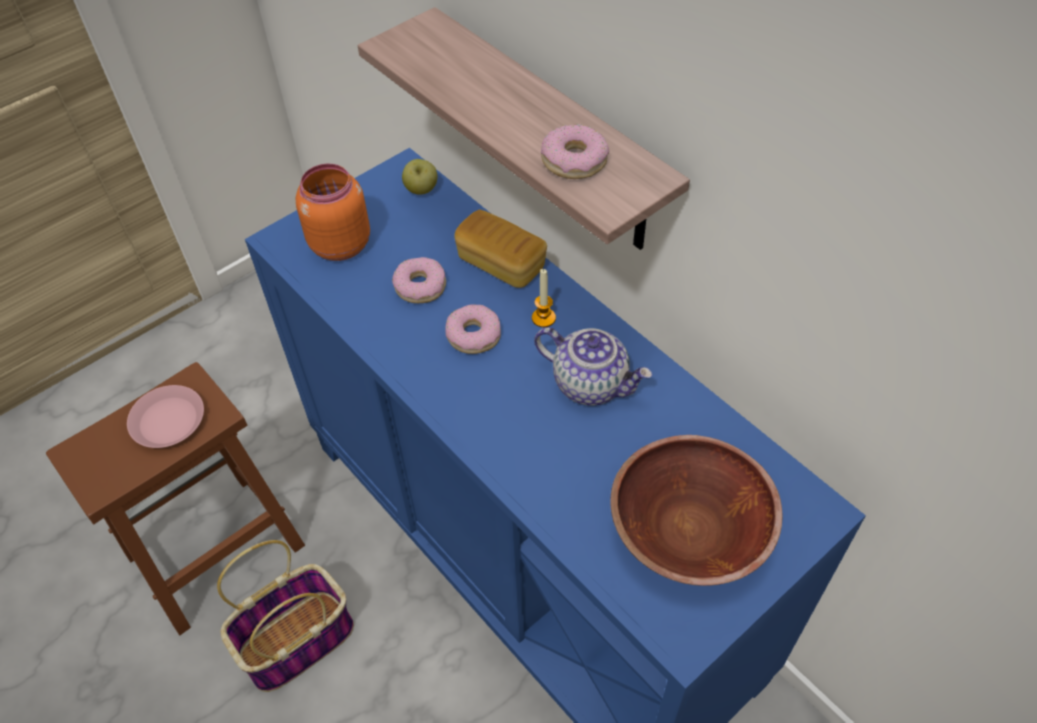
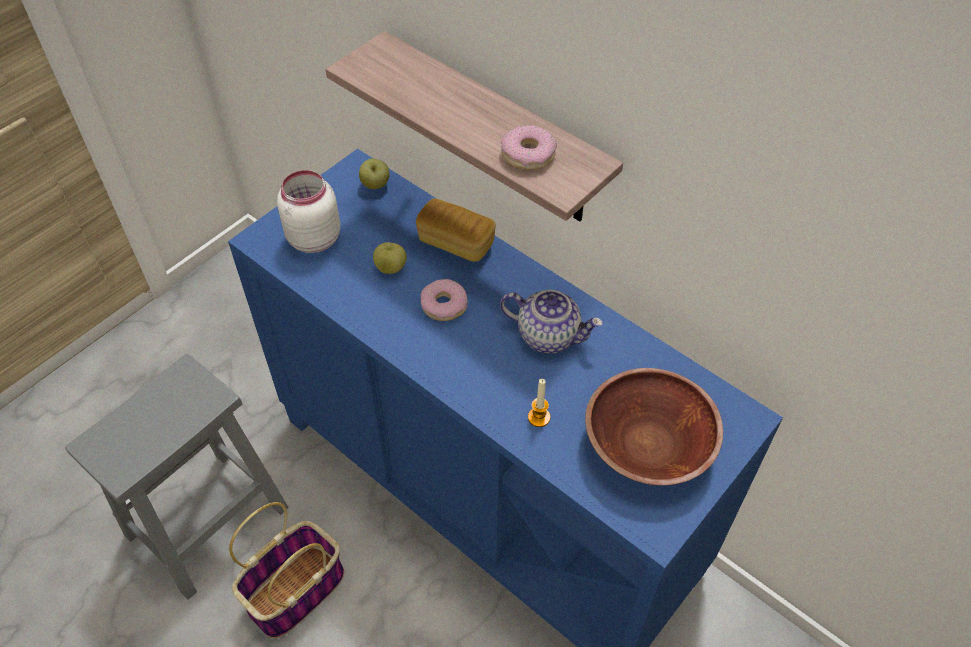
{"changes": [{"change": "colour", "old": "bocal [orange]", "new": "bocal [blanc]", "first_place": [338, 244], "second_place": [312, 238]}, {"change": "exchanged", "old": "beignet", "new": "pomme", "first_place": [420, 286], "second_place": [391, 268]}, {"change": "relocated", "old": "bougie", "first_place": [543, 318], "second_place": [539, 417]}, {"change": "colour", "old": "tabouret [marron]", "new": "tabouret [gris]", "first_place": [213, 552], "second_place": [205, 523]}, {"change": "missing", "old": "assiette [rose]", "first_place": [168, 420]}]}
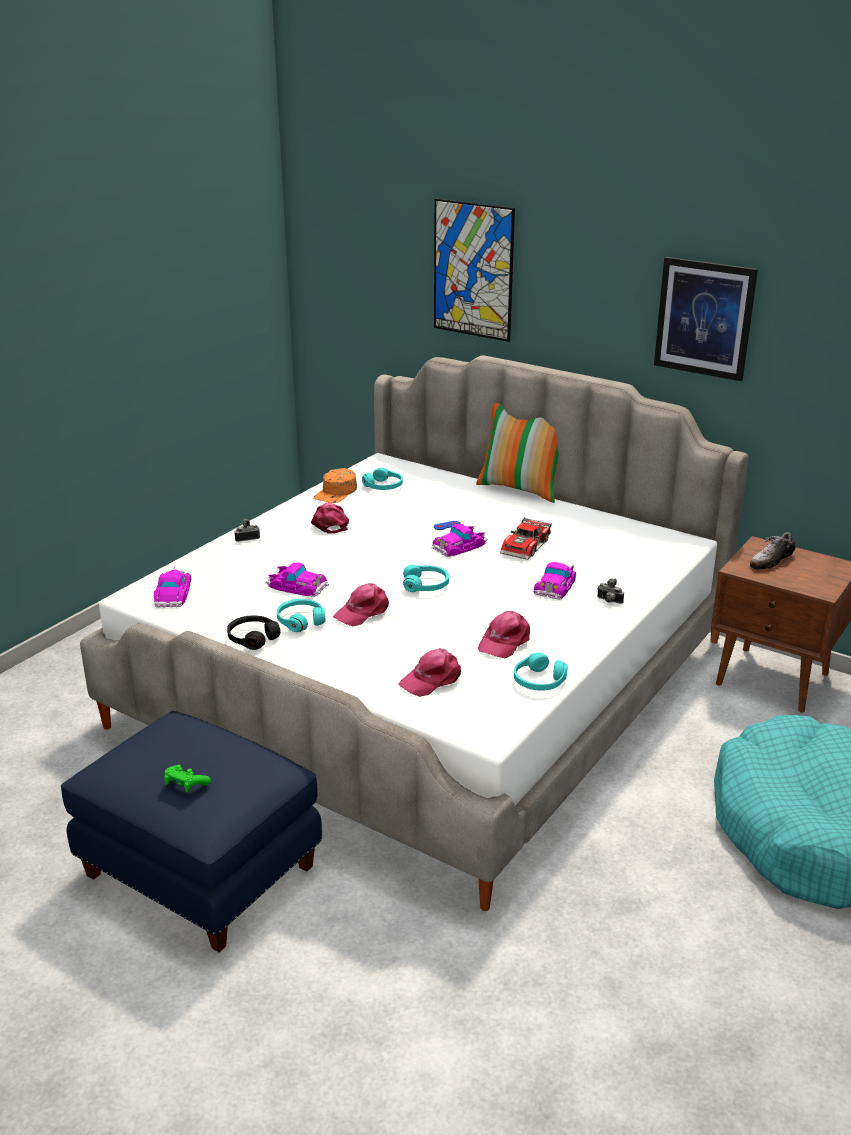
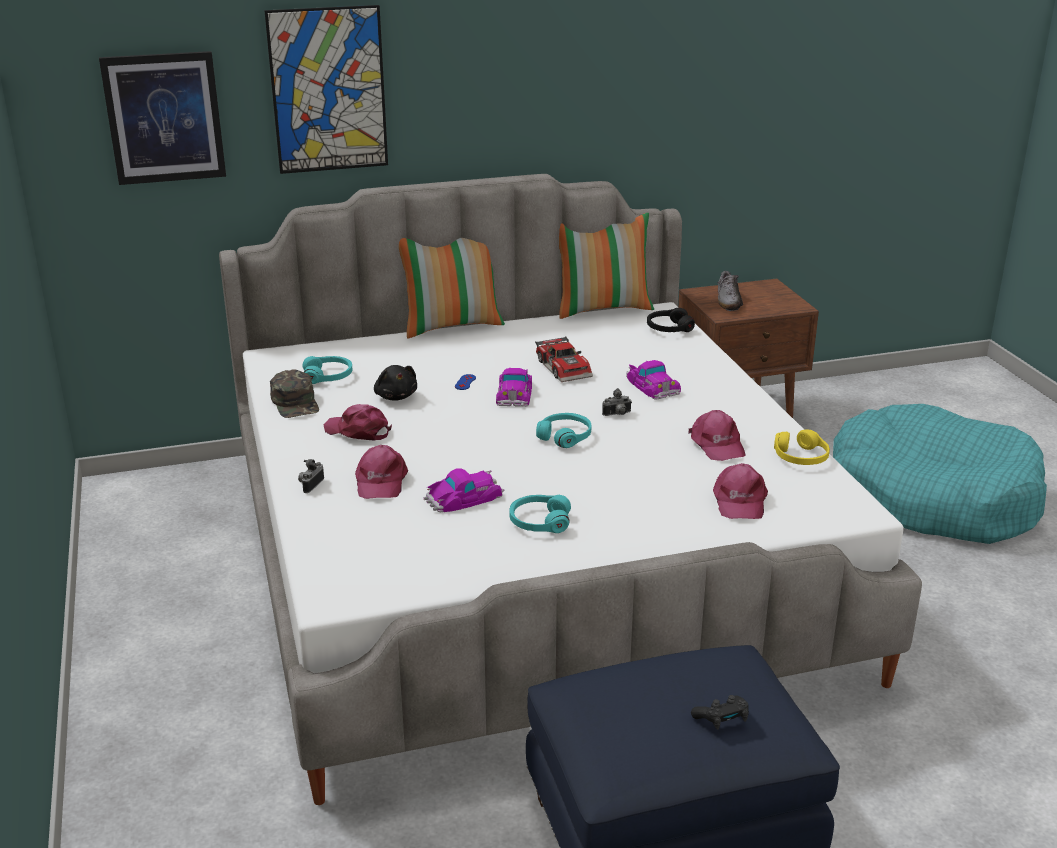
{"changes": [{"change": "relocated", "old": "tableau", "first_place": [704, 318], "second_place": [164, 118]}, {"change": "colour", "old": "casquette [orange]", "new": "casquette [vert]", "first_place": [336, 493], "second_place": [296, 403]}, {"change": "missing", "old": "petite voiture", "first_place": [172, 593]}, {"change": "relocated", "old": "appareil photo", "first_place": [609, 601], "second_place": [617, 414]}, {"change": "relocated", "old": "casquette [rose]", "first_place": [363, 611], "second_place": [380, 481]}, {"change": "relocated", "old": "casque audio [noir]", "first_place": [252, 638], "second_place": [669, 328]}, {"change": "colour", "old": "casque audio [turquoise]", "new": "casque audio [jaune]", "first_place": [539, 681], "second_place": [801, 457]}, {"change": "colour", "old": "manette [vert]", "new": "manette [noir]", "first_place": [185, 784], "second_place": [722, 719]}, {"change": "appeared", "new": "coussin", "second_place": [603, 308]}, {"change": "appeared", "new": "peluche [noir]", "second_place": [396, 396]}]}
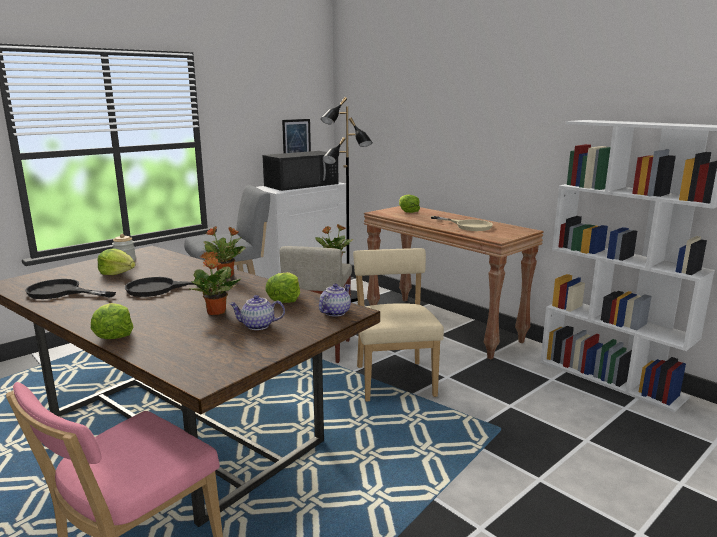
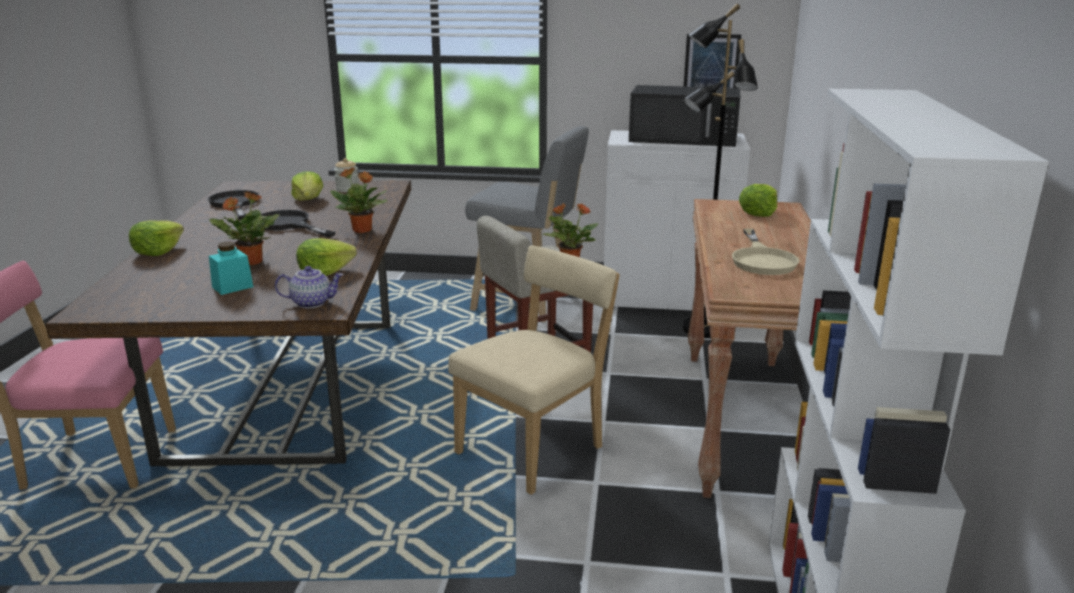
{"changes": [{"change": "exchanged", "old": "théière", "new": "bocal [turquoise]", "first_place": [257, 326], "second_place": [232, 287]}]}
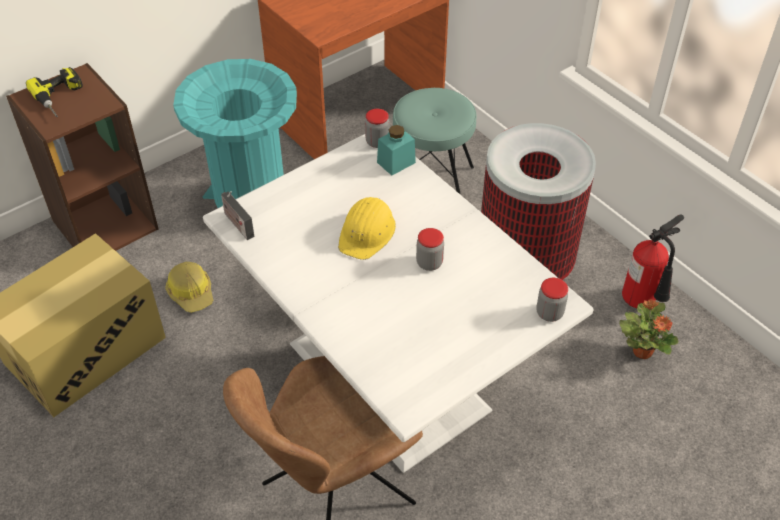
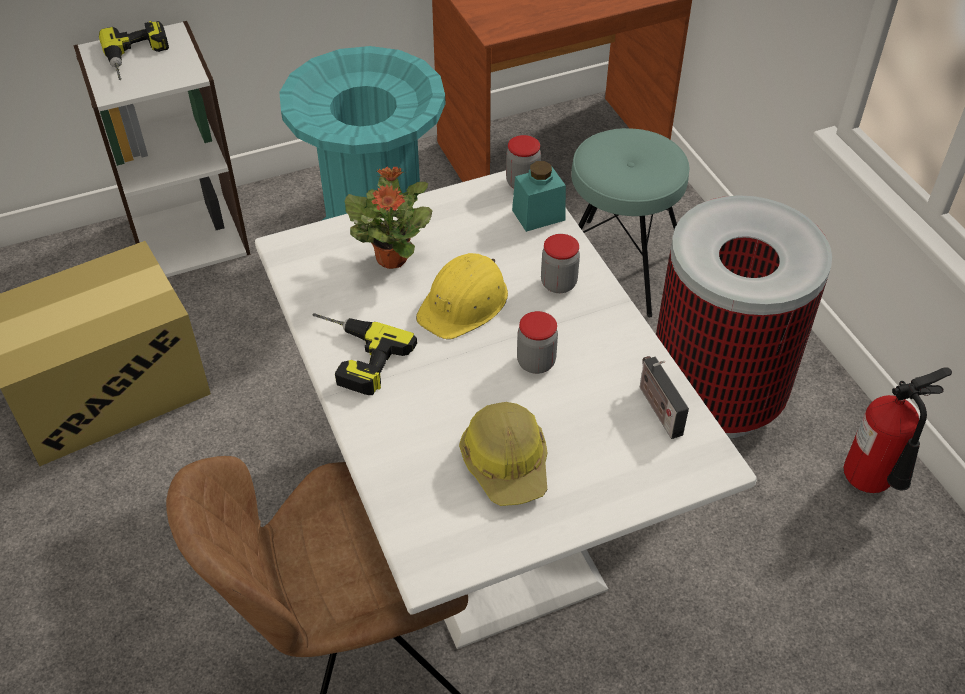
{"changes": [{"change": "colour", "old": "bibliothèque [marron]", "new": "bibliothèque [blanc]", "first_place": [104, 224], "second_place": [188, 235]}, {"change": "relocated", "old": "radio", "first_place": [237, 224], "second_place": [658, 408]}, {"change": "relocated", "old": "casque de chantier", "first_place": [191, 292], "second_place": [506, 462]}, {"change": "relocated", "old": "bocal", "first_place": [549, 313], "second_place": [558, 283]}, {"change": "relocated", "old": "plante en pot", "first_place": [642, 350], "second_place": [392, 257]}, {"change": "appeared", "new": "perceuse", "second_place": [351, 356]}]}
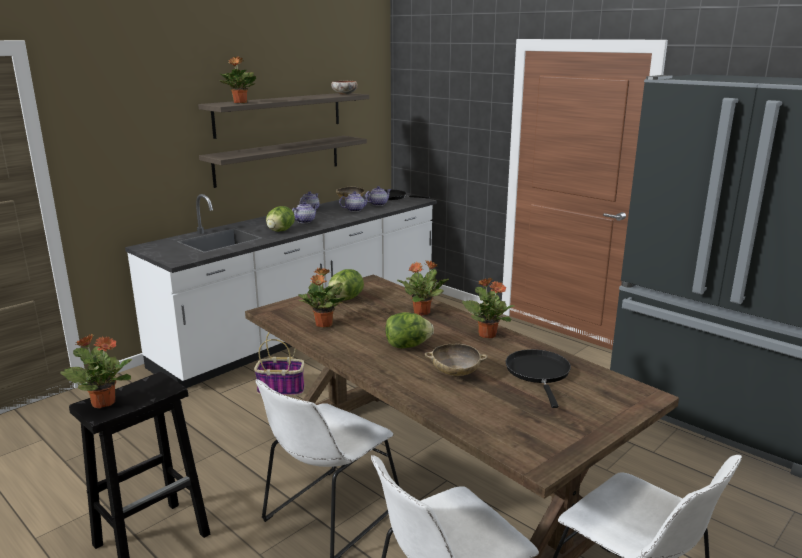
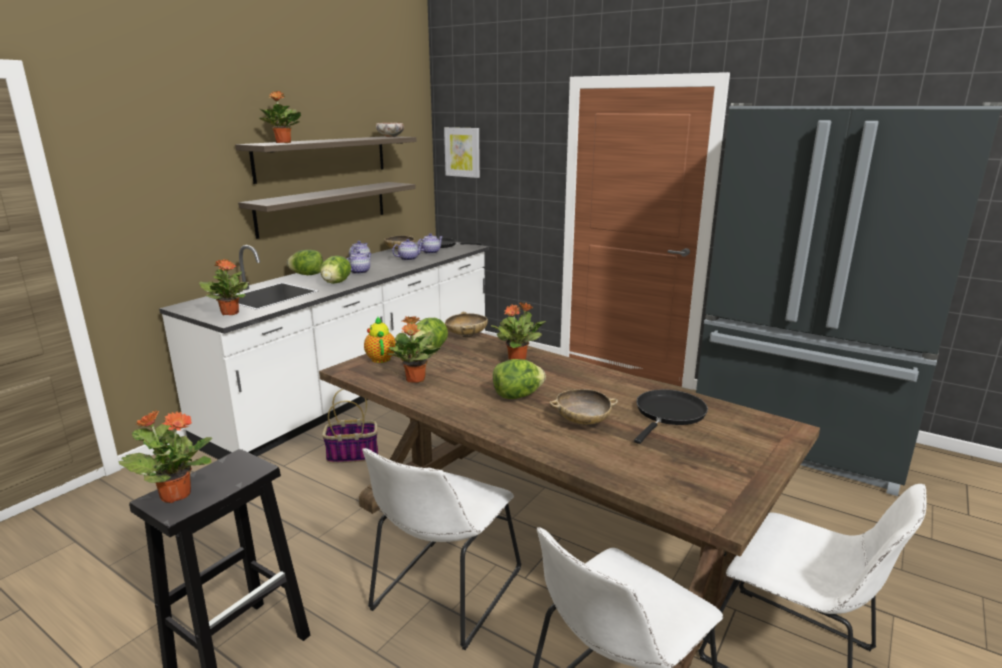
{"changes": [{"change": "relocated", "old": "plante en pot", "first_place": [487, 334], "second_place": [230, 313]}, {"change": "spun", "old": "poêle [noir]", "first_place": [538, 373], "second_place": [668, 414], "degrees": 45}, {"change": "appeared", "new": "tableau", "second_place": [462, 152]}, {"change": "appeared", "new": "laitue", "second_place": [307, 275]}, {"change": "appeared", "new": "bol [beige]", "second_place": [466, 335]}, {"change": "appeared", "new": "théière", "second_place": [380, 358]}]}
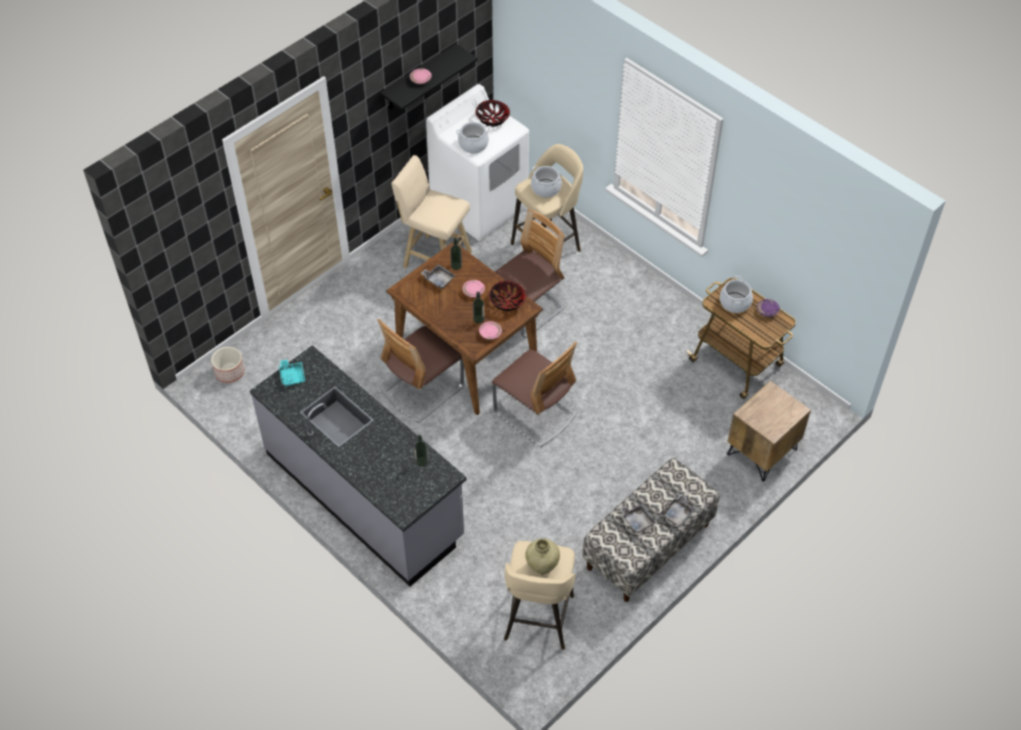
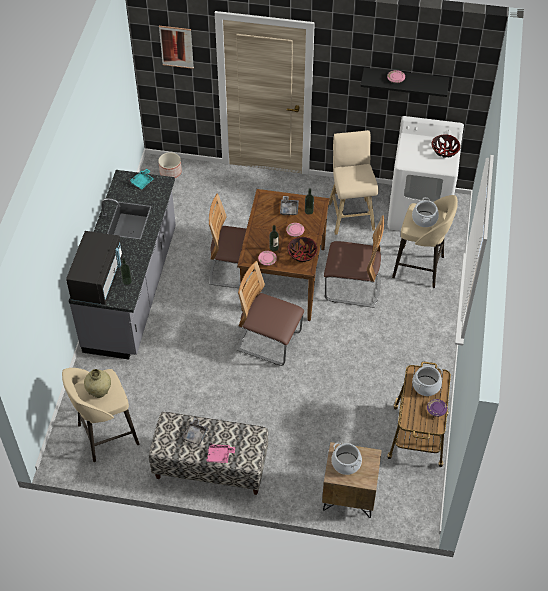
{"changes": [{"change": "relocated", "old": "marmite", "first_place": [473, 144], "second_place": [346, 463]}, {"change": "spun", "old": "chaise", "first_place": [535, 413], "second_place": [269, 341], "degrees": 105}, {"change": "colour", "old": "plateau [gris]", "new": "plateau [rose]", "first_place": [677, 514], "second_place": [219, 456]}, {"change": "appeared", "new": "tableau", "second_place": [176, 47]}, {"change": "appeared", "new": "micro-ondes [noir]", "second_place": [98, 279]}]}
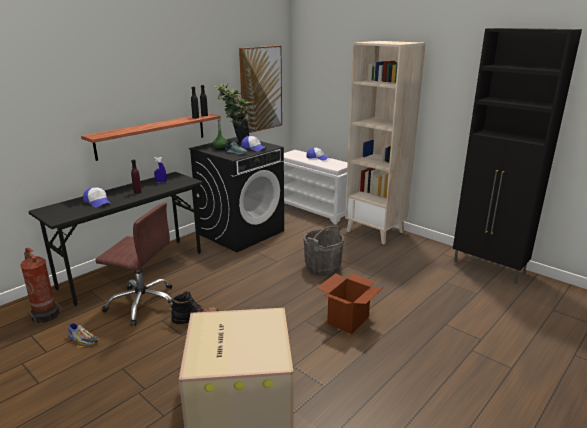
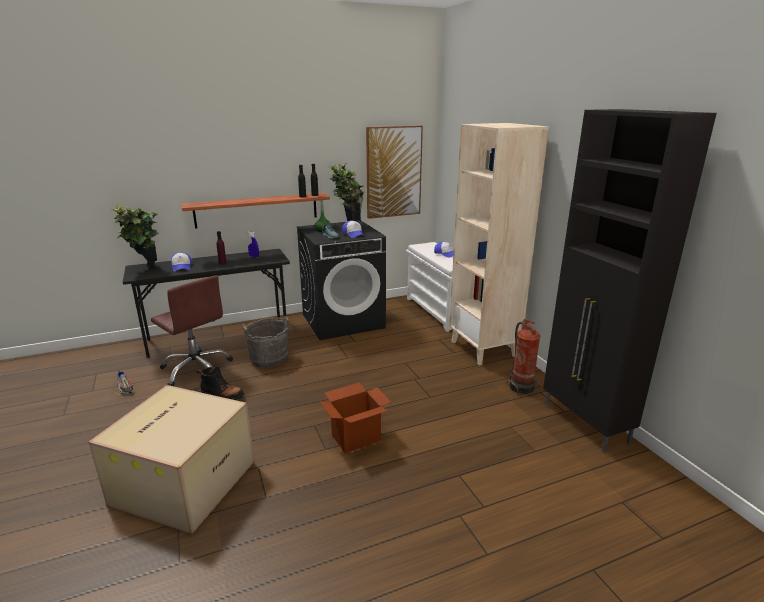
{"changes": [{"change": "relocated", "old": "seau [gris]", "first_place": [323, 266], "second_place": [269, 359]}, {"change": "relocated", "old": "extincteur", "first_place": [46, 315], "second_place": [521, 387]}, {"change": "appeared", "new": "plante en pot", "second_place": [145, 270]}]}
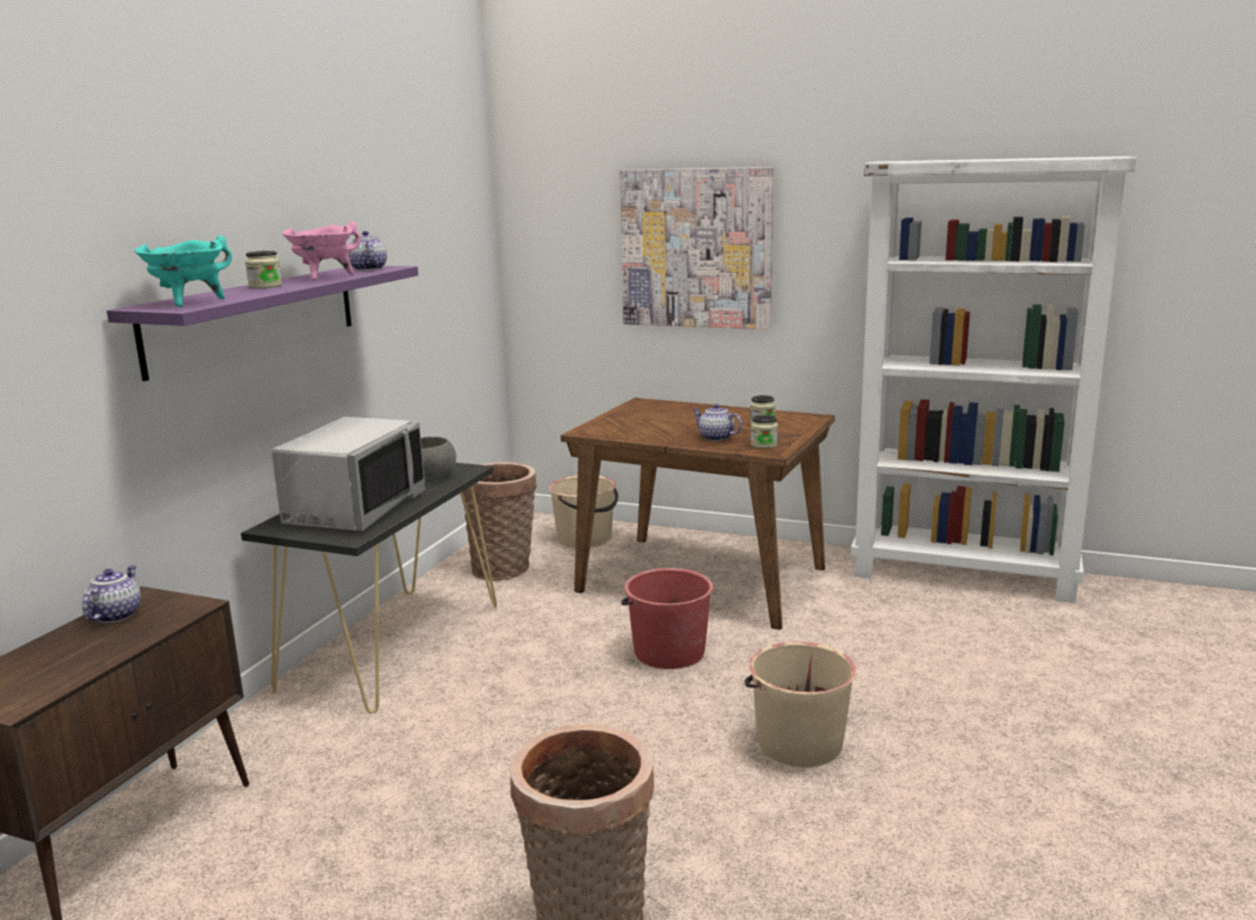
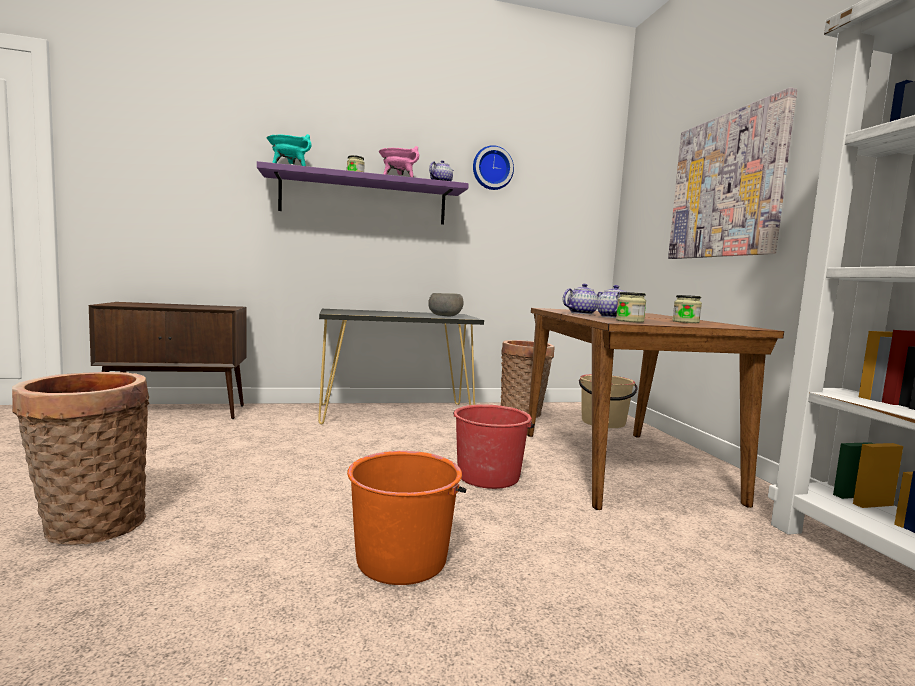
{"changes": [{"change": "missing", "old": "micro-ondes [gris]", "first_place": [354, 509]}, {"change": "relocated", "old": "théière", "first_place": [116, 615], "second_place": [582, 313]}, {"change": "colour", "old": "seau [beige]", "new": "seau [orange]", "first_place": [798, 743], "second_place": [402, 558]}, {"change": "appeared", "new": "horloge murale", "second_place": [492, 168]}]}
